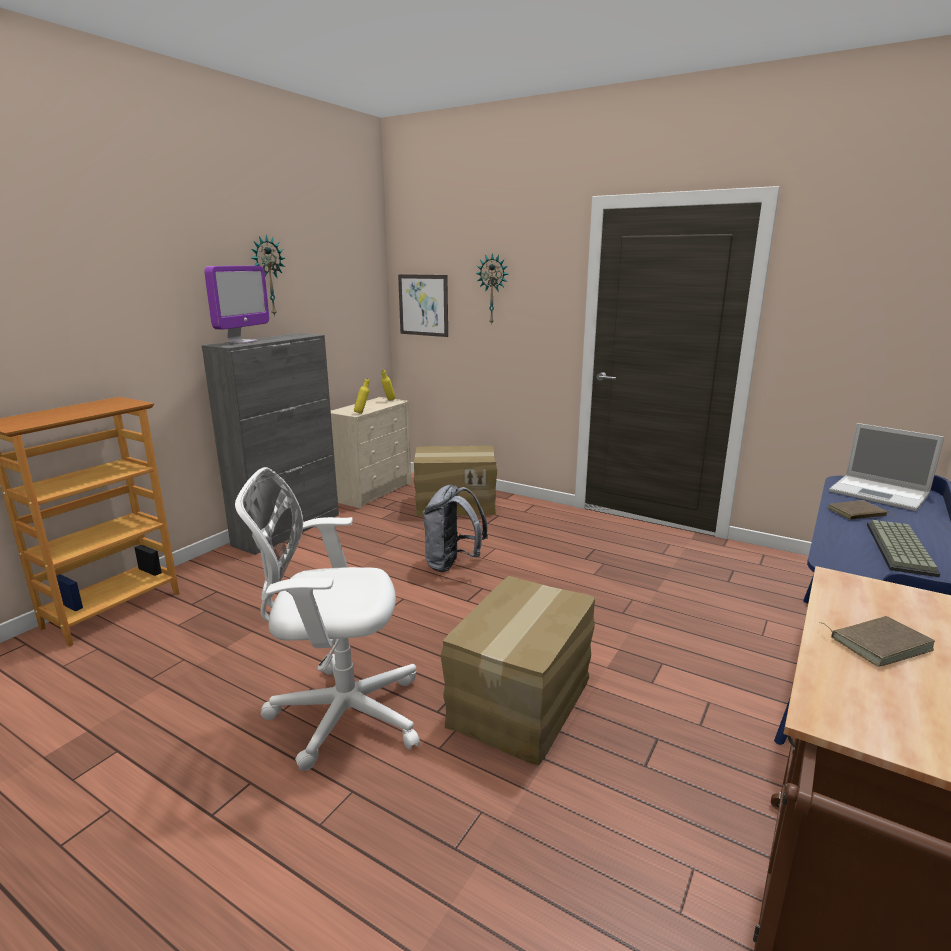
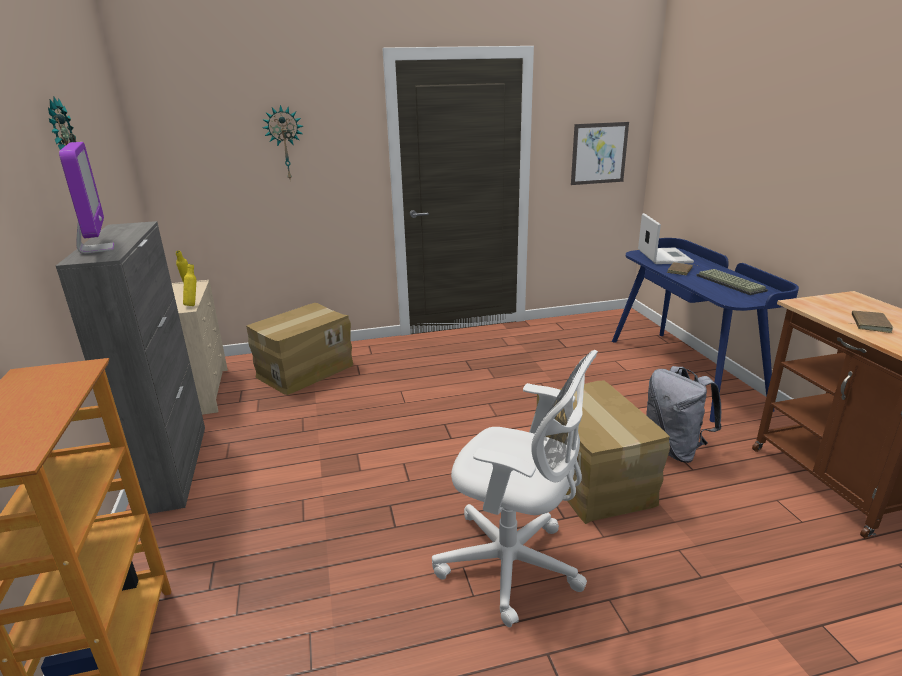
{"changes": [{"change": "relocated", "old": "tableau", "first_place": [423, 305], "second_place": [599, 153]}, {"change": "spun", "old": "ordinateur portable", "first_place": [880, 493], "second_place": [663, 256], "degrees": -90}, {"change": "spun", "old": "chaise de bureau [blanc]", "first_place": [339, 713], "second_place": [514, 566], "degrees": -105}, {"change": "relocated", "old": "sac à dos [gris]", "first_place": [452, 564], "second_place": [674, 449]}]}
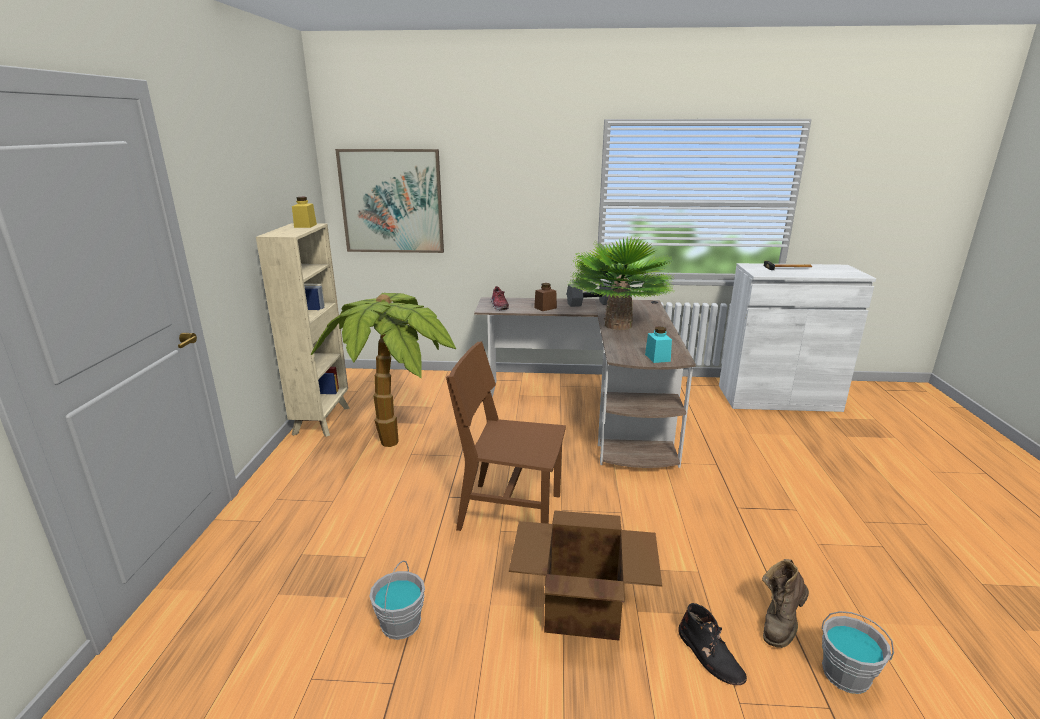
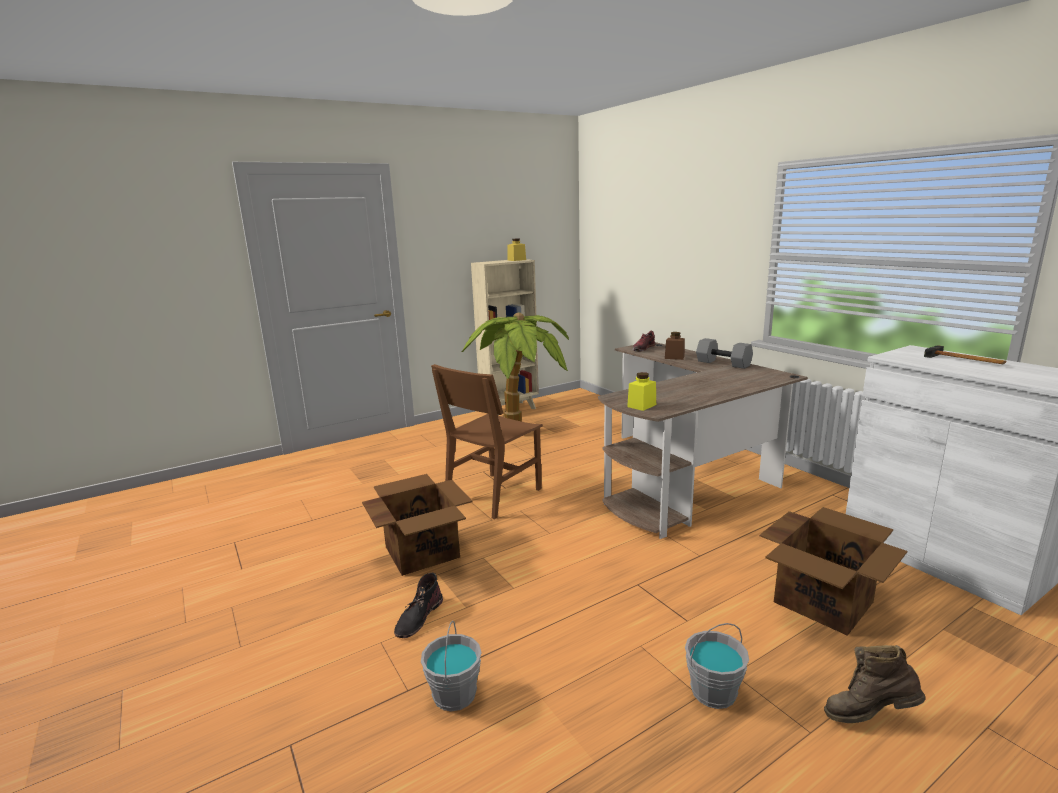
{"changes": [{"change": "missing", "old": "tableau", "first_place": [392, 201]}, {"change": "missing", "old": "plante en pot", "first_place": [618, 325]}, {"change": "colour", "old": "bocal [turquoise]", "new": "bocal [jaune]", "first_place": [657, 358], "second_place": [641, 405]}, {"change": "spun", "old": "chaise [marron]", "first_place": [510, 511], "second_place": [493, 494], "degrees": -120}, {"change": "relocated", "old": "botte [marron]", "first_place": [780, 623], "second_place": [869, 715]}, {"change": "relocated", "old": "seau [gris]", "first_place": [400, 623], "second_place": [713, 691]}, {"change": "appeared", "new": "carton", "second_place": [824, 601]}]}
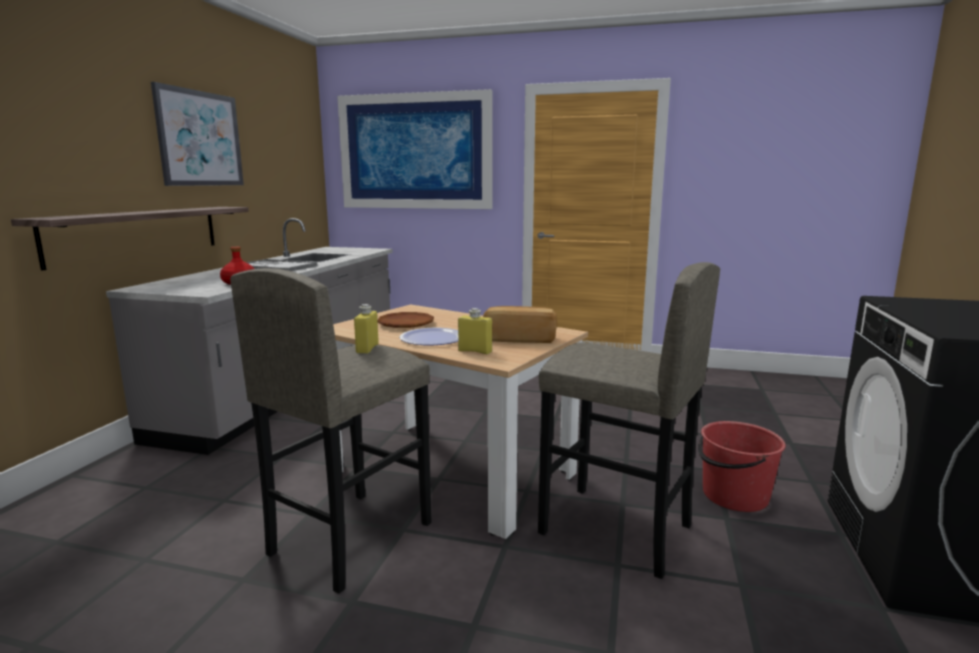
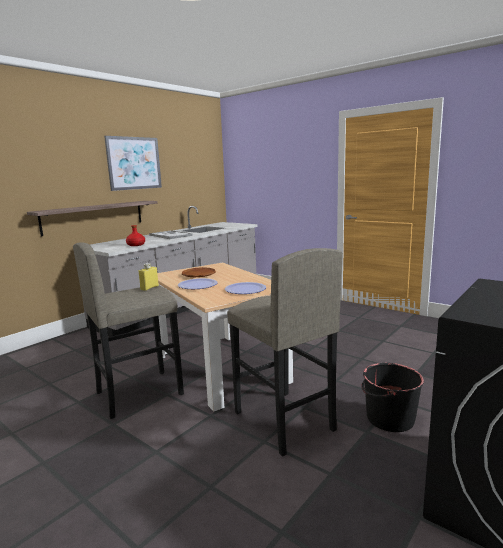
{"changes": [{"change": "missing", "old": "tableau", "first_place": [415, 152]}, {"change": "exchanged", "old": "pain", "new": "assiette", "first_place": [520, 338], "second_place": [245, 289]}, {"change": "missing", "old": "bouteille [jaune]", "first_place": [475, 351]}, {"change": "colour", "old": "seau [rouge]", "new": "seau [noir]", "first_place": [734, 496], "second_place": [389, 418]}]}
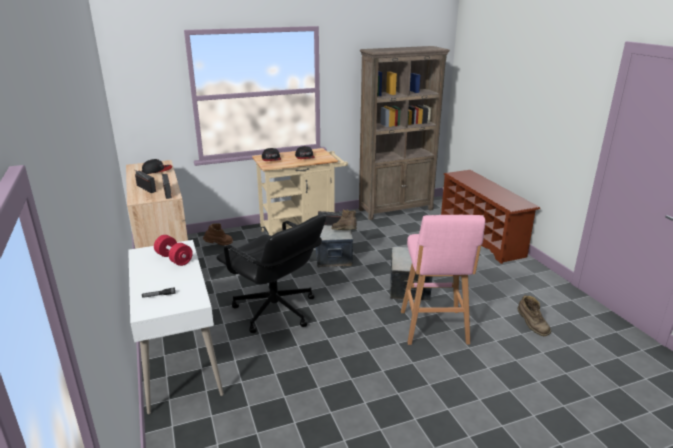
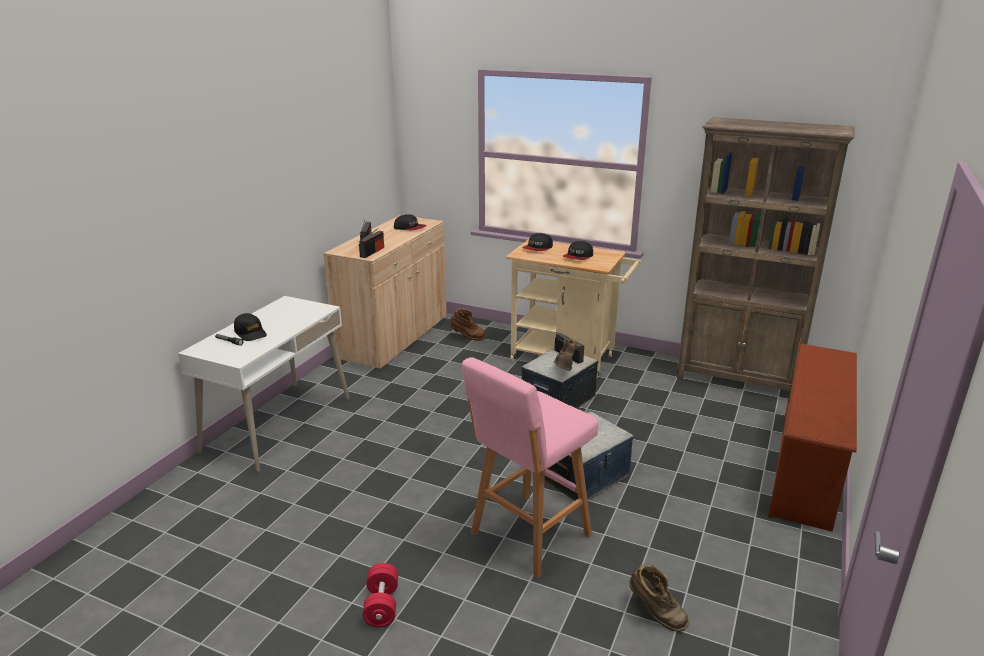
{"changes": [{"change": "missing", "old": "chaise de bureau [noir]", "first_place": [275, 311]}, {"change": "relocated", "old": "haltère [rouge]", "first_place": [174, 259], "second_place": [382, 606]}, {"change": "spun", "old": "botte [marron]", "first_place": [531, 326], "second_place": [655, 613], "degrees": -60}, {"change": "appeared", "new": "casquette [noir]", "second_place": [250, 333]}]}
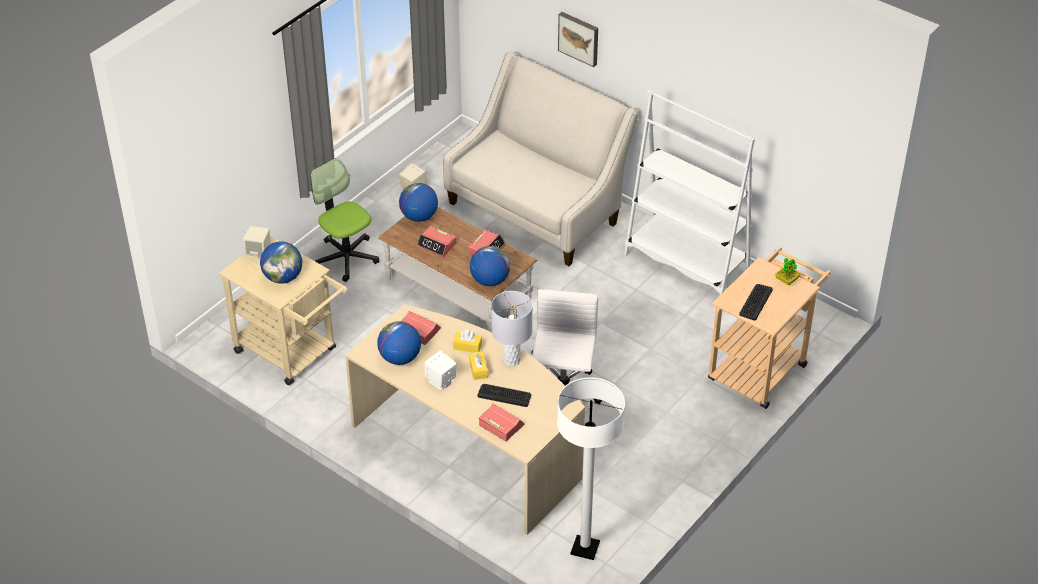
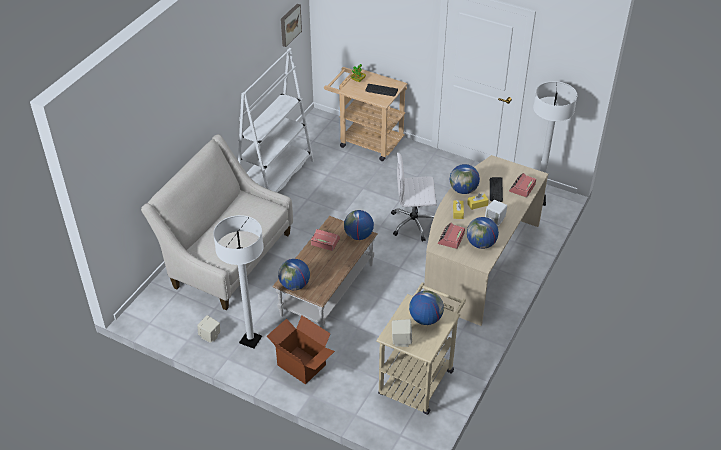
{"changes": [{"change": "relocated", "old": "tableau", "first_place": [579, 38], "second_place": [289, 24]}, {"change": "exchanged", "old": "chaise de bureau", "new": "carton", "first_place": [346, 258], "second_place": [302, 364]}, {"change": "missing", "old": "réveil", "first_place": [437, 245]}, {"change": "exchanged", "old": "lampe de table [gris]", "new": "globe", "first_place": [512, 360], "second_place": [463, 190]}, {"change": "appeared", "new": "lampadaire [blanc]", "second_place": [250, 340]}]}
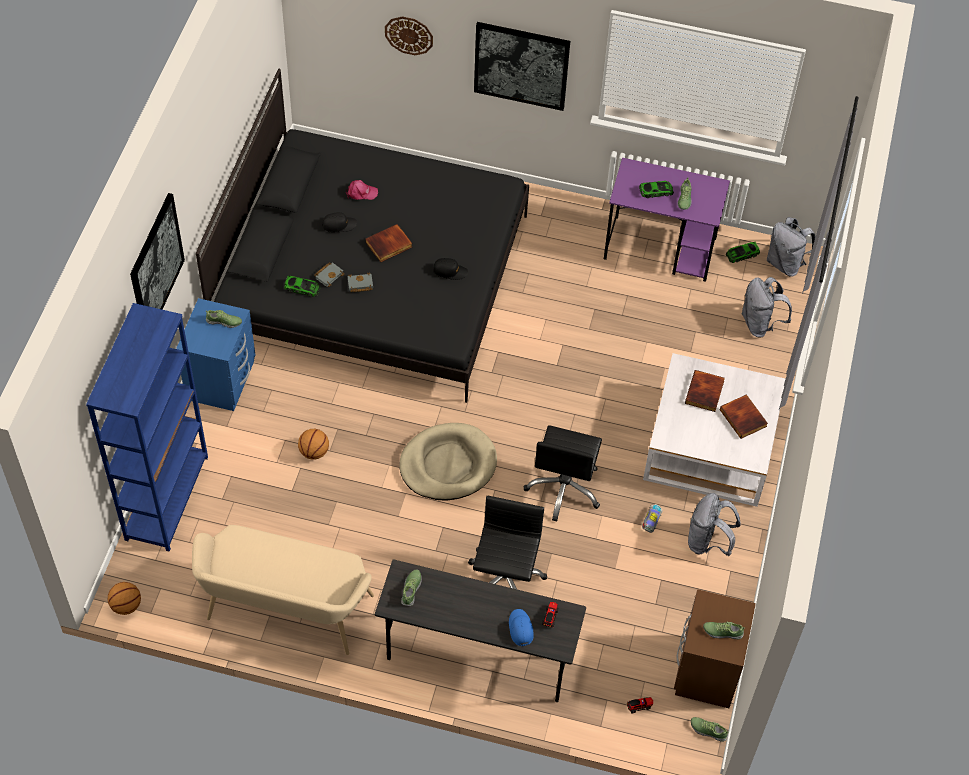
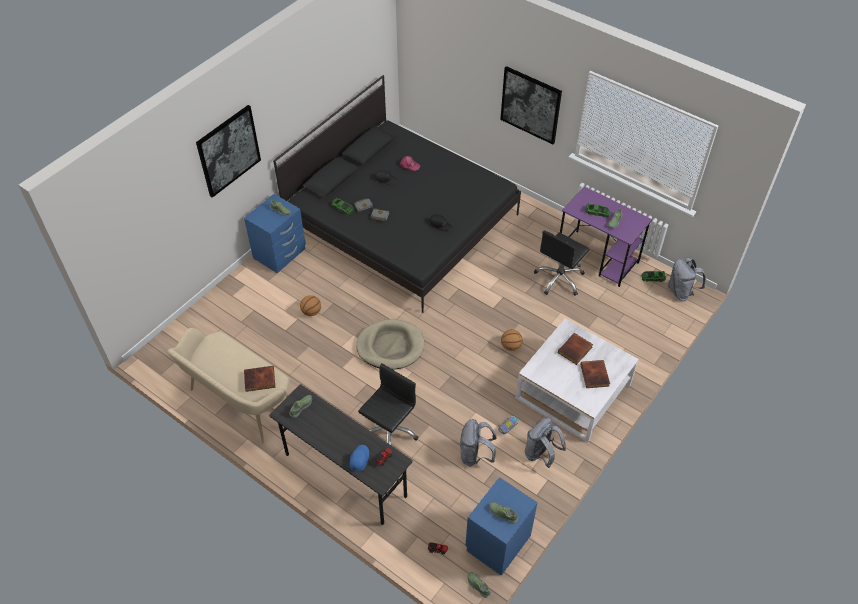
{"changes": [{"change": "missing", "old": "horloge murale", "first_place": [409, 35]}, {"change": "relocated", "old": "livre", "first_place": [389, 245], "second_place": [259, 380]}, {"change": "relocated", "old": "sac à dos [gris]", "first_place": [760, 324], "second_place": [475, 455]}, {"change": "missing", "old": "bibliothèque [bleu]", "first_place": [167, 497]}, {"change": "relocated", "old": "chaise de bureau [noir]", "first_place": [564, 488], "second_place": [559, 279]}, {"change": "relocated", "old": "ballon de basket", "first_place": [126, 606], "second_place": [510, 346]}, {"change": "colour", "old": "table de chevet [marron]", "new": "table de chevet [bleu]", "first_place": [706, 670], "second_place": [497, 542]}]}
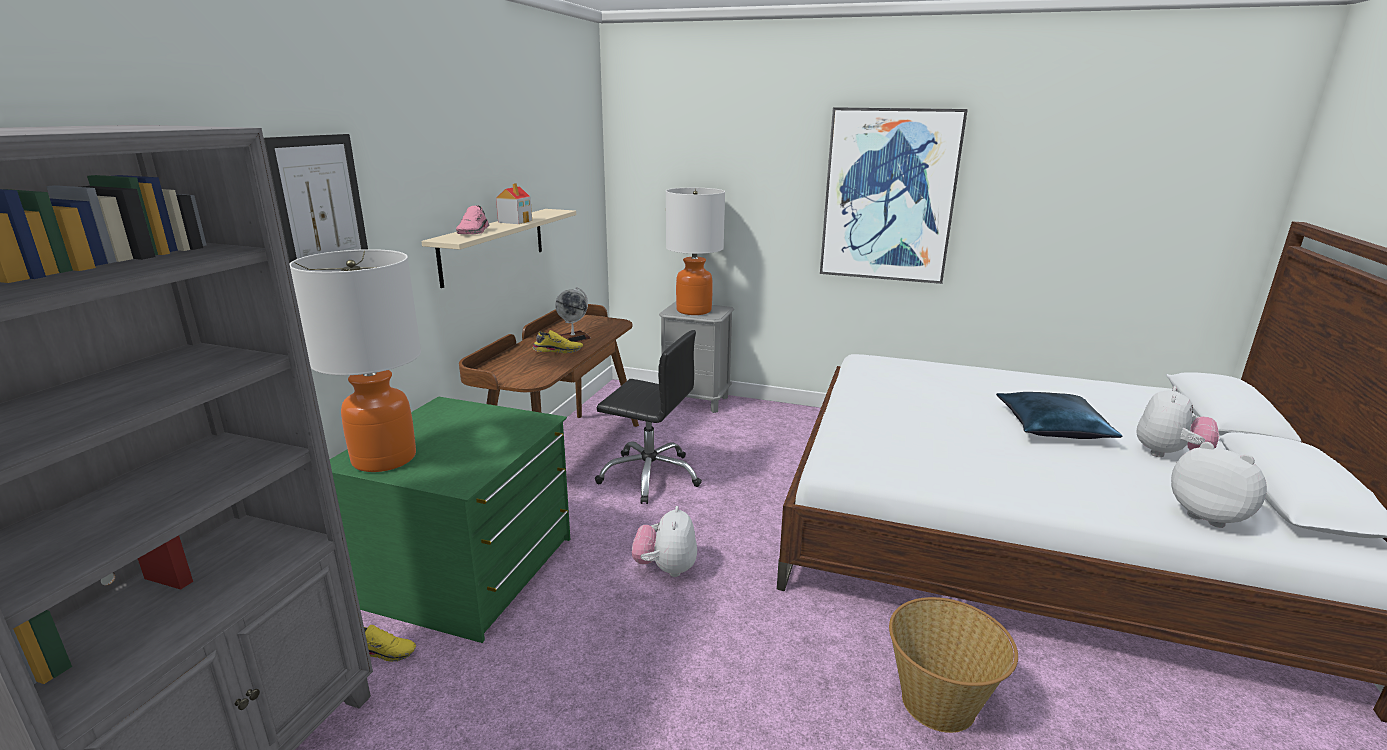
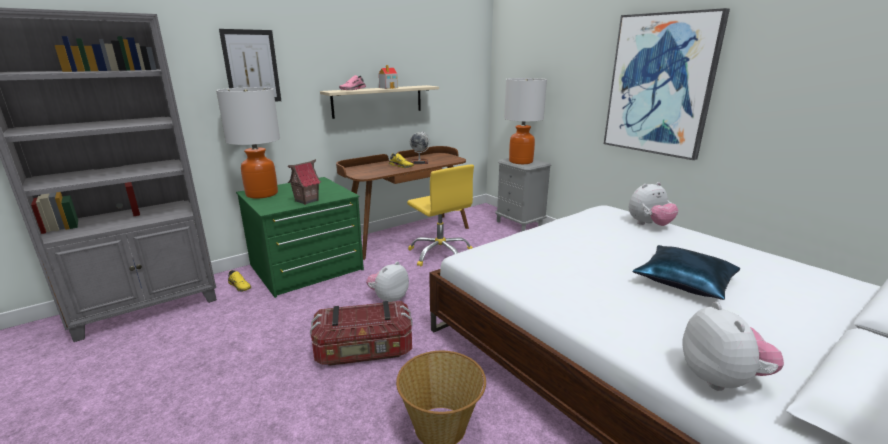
{"changes": [{"change": "colour", "old": "chaise de bureau [noir]", "new": "chaise de bureau [jaune]", "first_place": [650, 476], "second_place": [440, 254]}, {"change": "relocated", "old": "peluche", "first_place": [1168, 454], "second_place": [649, 225]}, {"change": "appeared", "new": "maison miniature", "second_place": [306, 201]}, {"change": "appeared", "new": "boîte de rangement", "second_place": [364, 351]}]}
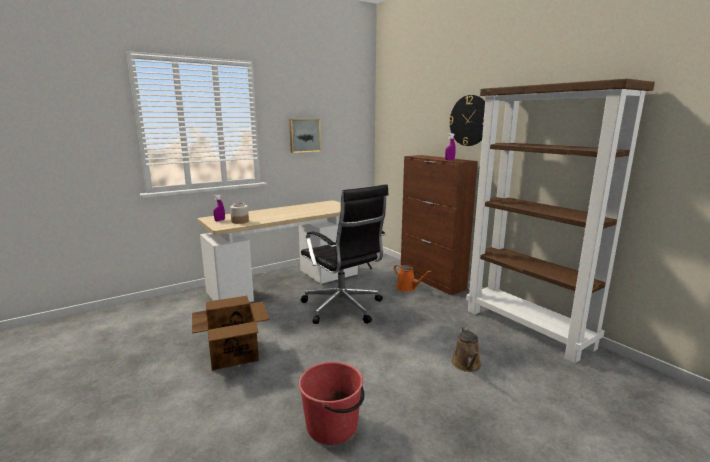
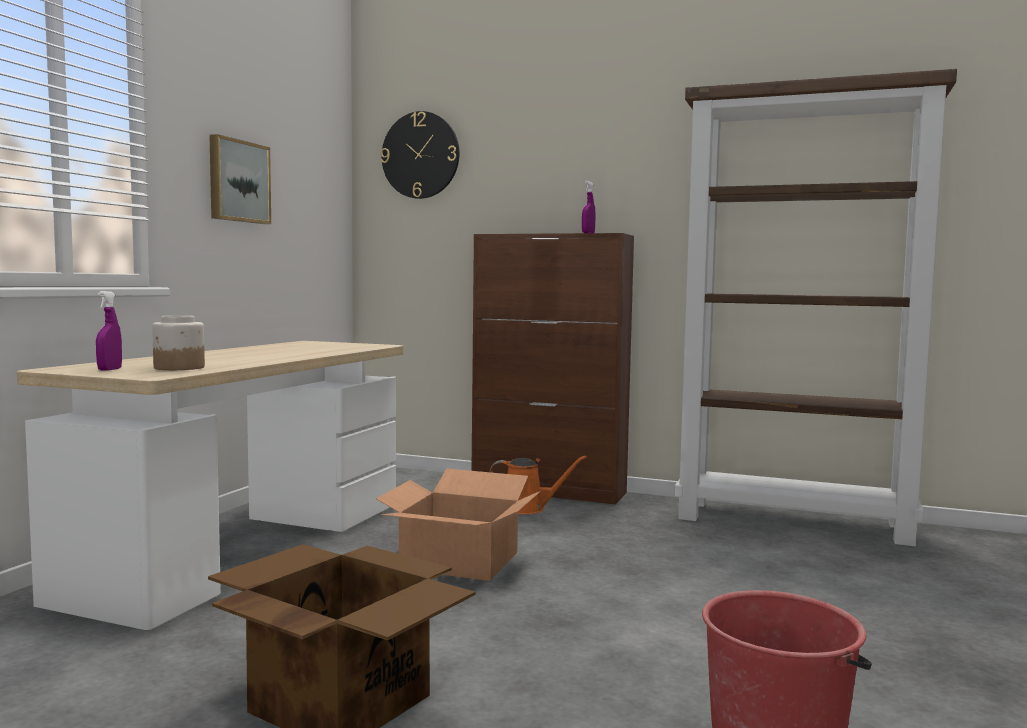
{"changes": [{"change": "relocated", "old": "horloge murale", "first_place": [469, 120], "second_place": [420, 155]}, {"change": "exchanged", "old": "chaise de bureau [noir]", "new": "carton", "first_place": [343, 308], "second_place": [459, 561]}, {"change": "missing", "old": "arrosoir [marron]", "first_place": [467, 365]}]}
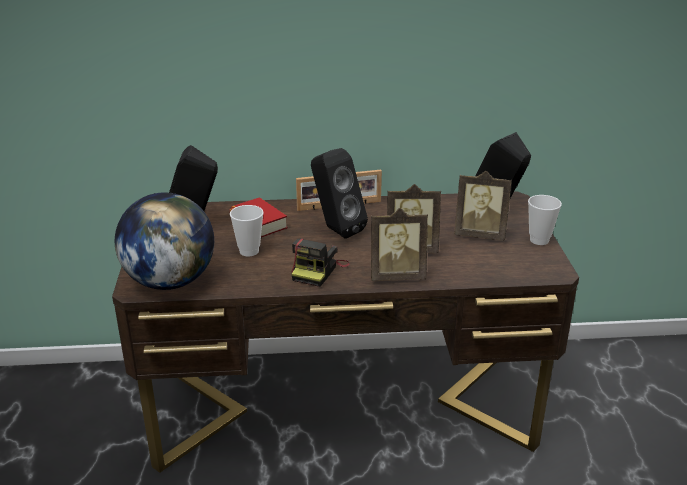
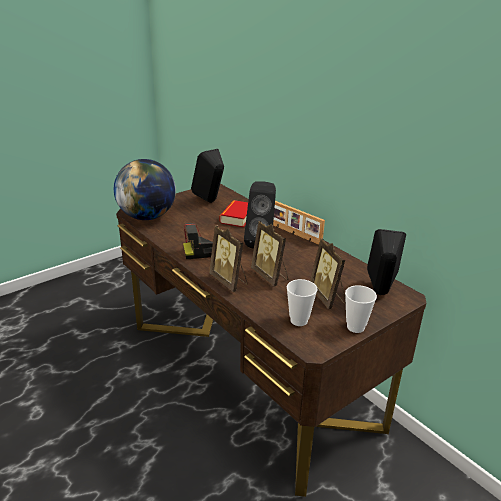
{"changes": [{"change": "relocated", "old": "tasse", "first_place": [249, 251], "second_place": [299, 320]}]}
